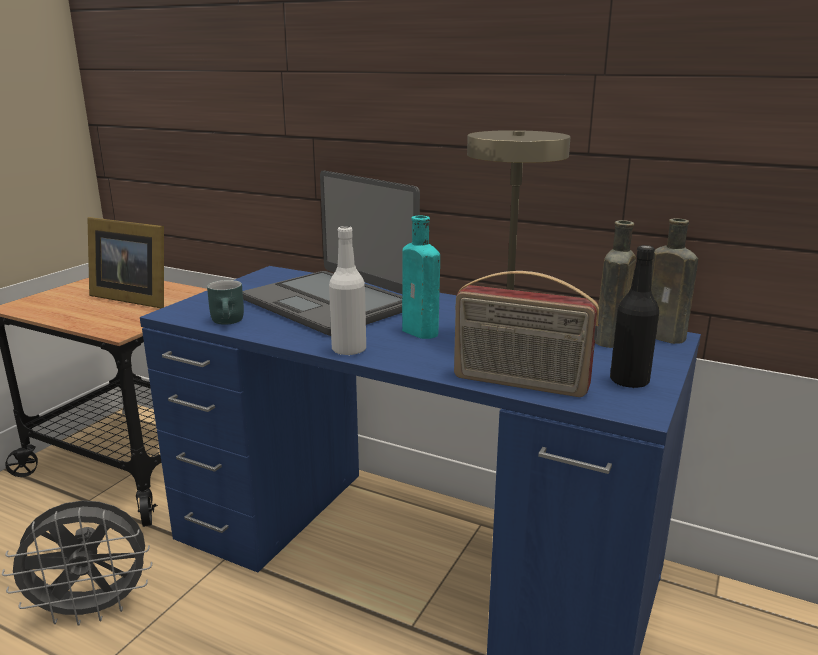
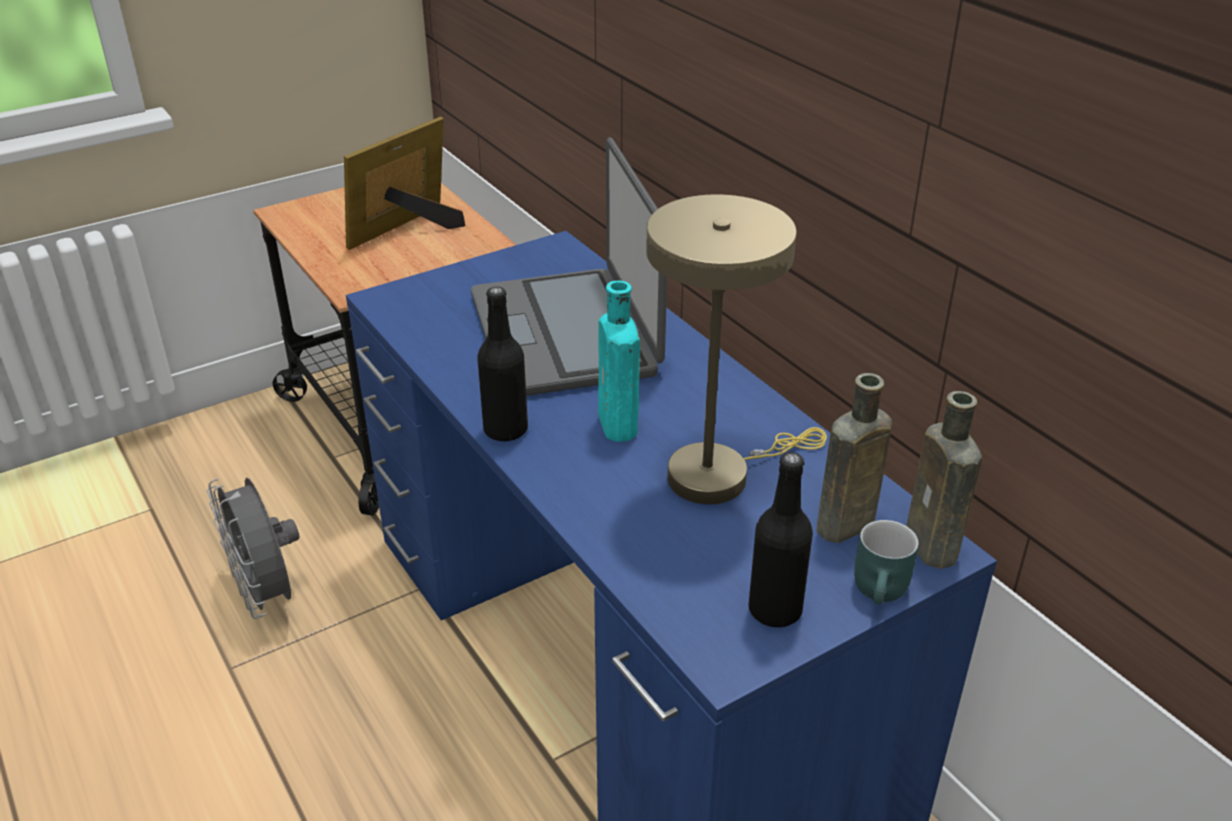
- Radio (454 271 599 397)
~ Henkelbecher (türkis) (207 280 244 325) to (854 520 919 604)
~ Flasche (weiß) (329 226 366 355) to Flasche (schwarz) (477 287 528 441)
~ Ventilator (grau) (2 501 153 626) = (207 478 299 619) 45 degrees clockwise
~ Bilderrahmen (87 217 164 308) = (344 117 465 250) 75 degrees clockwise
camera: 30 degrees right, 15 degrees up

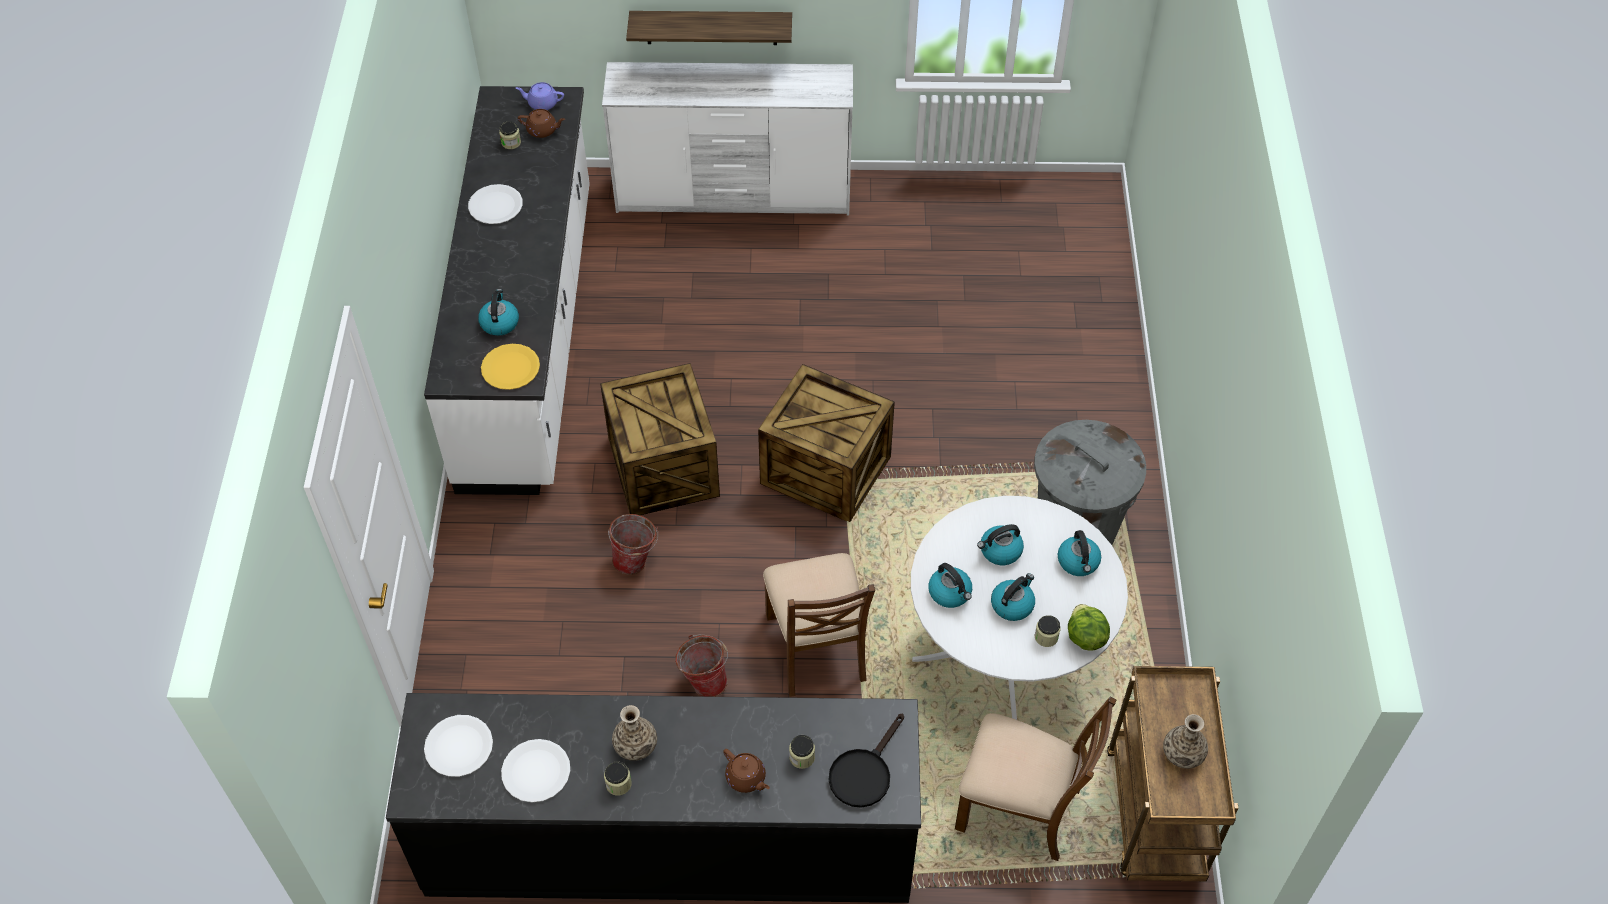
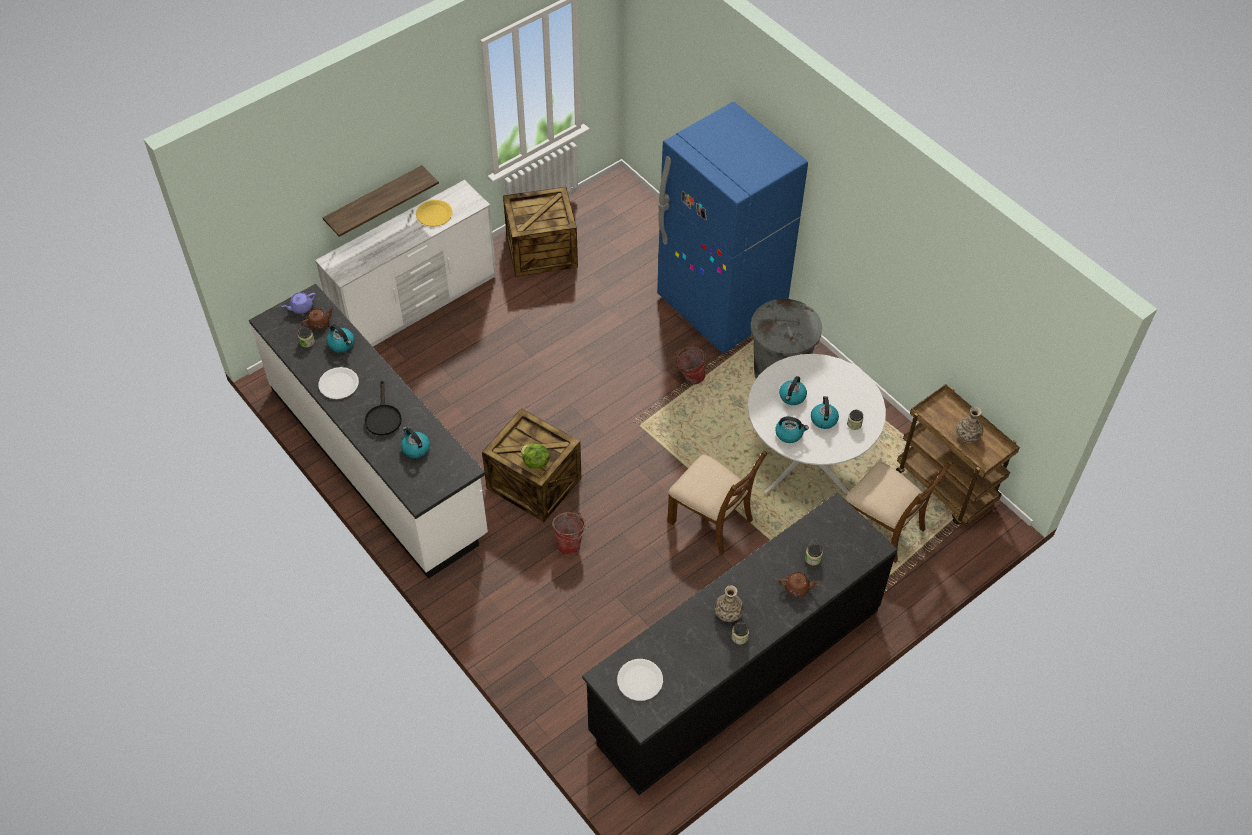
- Teller (weiß) (501 739 570 802)
+ Kühlschrank (blau) (657 102 808 354)
~ Teller (gelb) (481 344 540 390) to (416 200 453 227)
~ Eimer (675 635 728 697) to (675 346 706 385)
~ Kiste (758 364 895 522) to (503 187 578 277)
~ Pfanne (schwarz) (829 713 904 808) to (365 380 402 436)
~ Wasserkessel (1058 530 1101 576) to (327 324 354 353)
~ Salatkopf (1068 604 1110 651) to (520 443 550 469)
~ Stuhl (braun) (955 696 1116 861) = (846 460 953 563) 60 degrees clockwise
camera: 40 degrees left, 0 degrees up

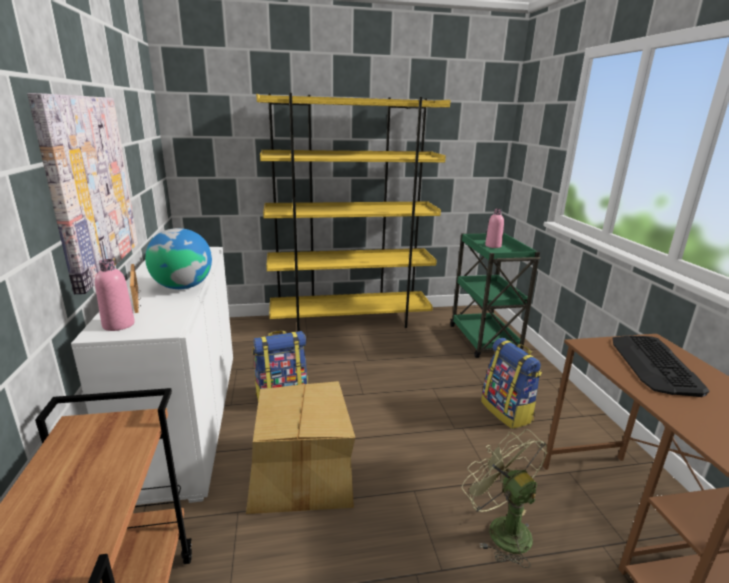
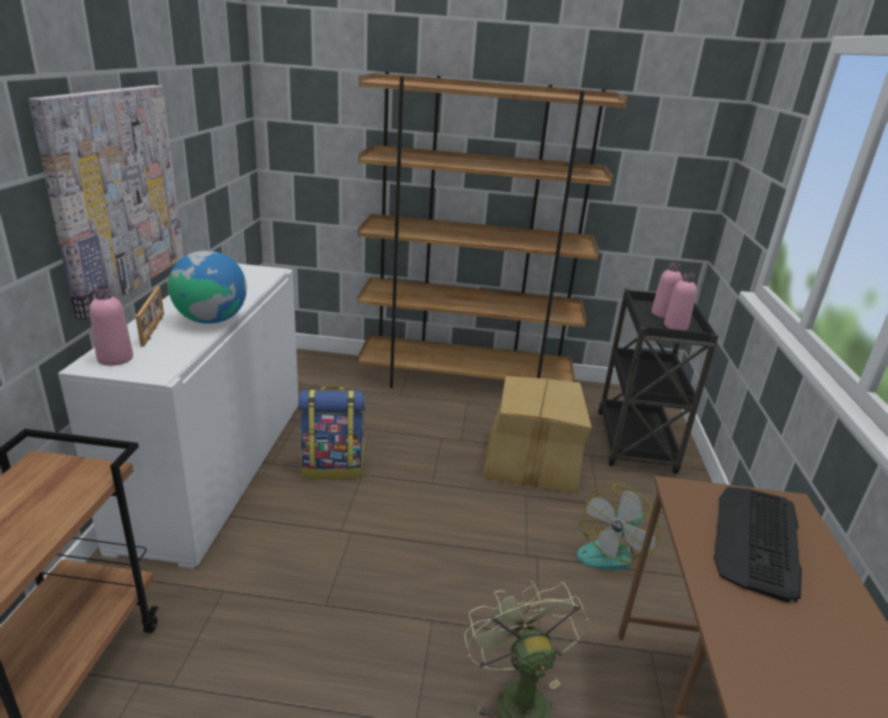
+ Flasche (rosa) (664 272 697 330)
~ Karton (246 381 355 514) to (482 376 592 494)
~ Rucksack (481 338 542 429) to Ventilator (577 484 660 570)
~ Bücherregal (gelb) (256 93 451 332) to Bücherregal (braun) (357 72 628 388)
~ Rollwagen (grün) (450 232 540 358) to Rollwagen (schwarz) (598 288 719 474)
camera: 15 degrees right, 5 degrees up

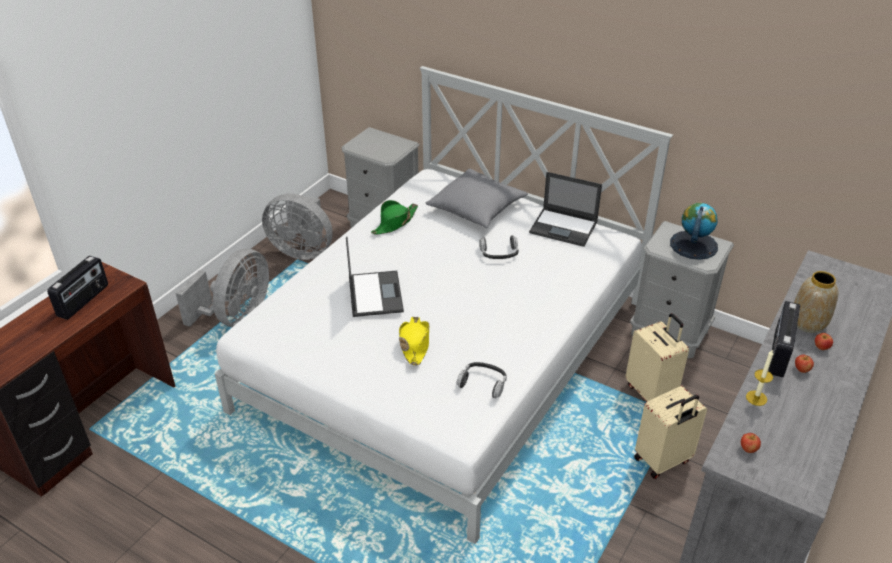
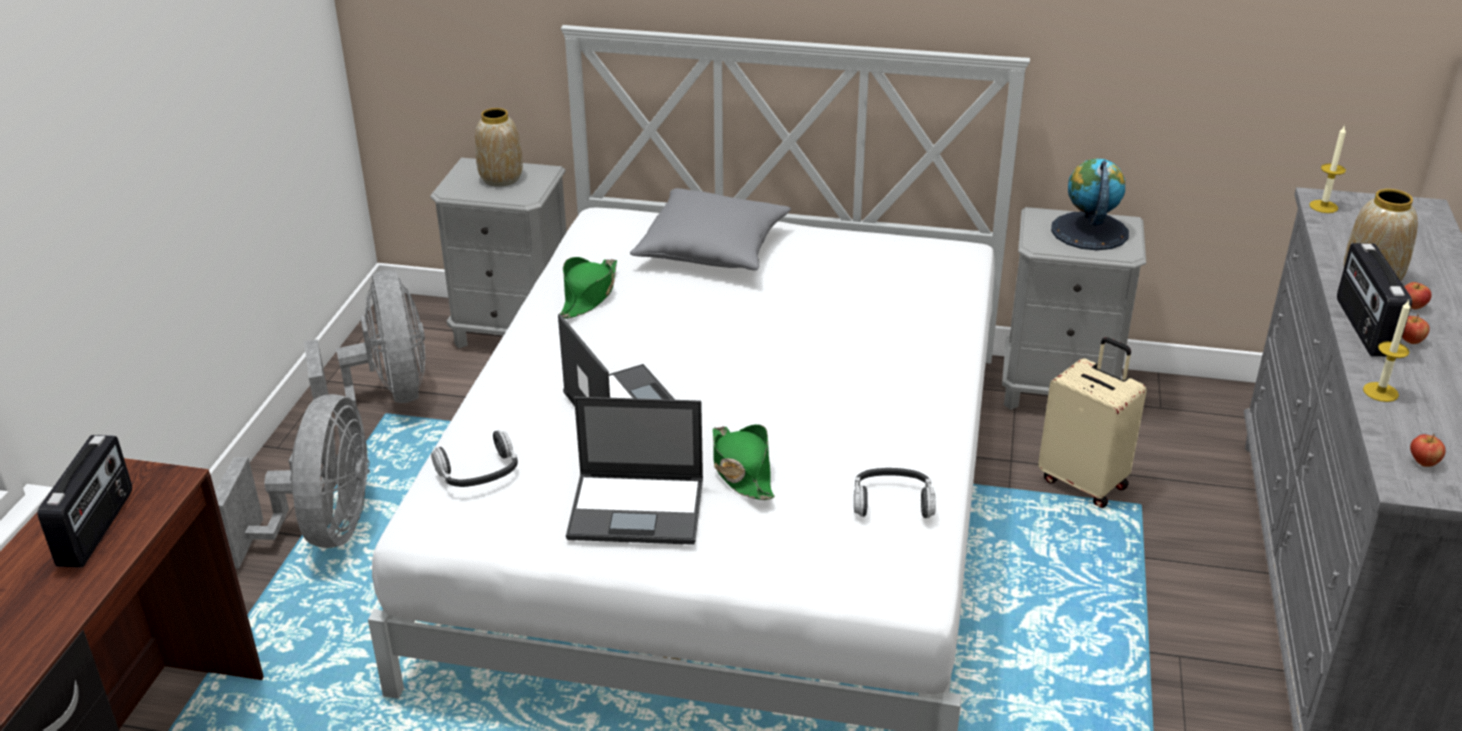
- Koffer (beige) (634 386 707 479)
+ Vase (475 108 523 187)
+ Kerze (1309 125 1346 213)
~ Kopfhörer (479 235 519 259) to (431 430 518 487)
~ Laptop (529 172 602 247) to (566 397 703 545)
~ Hut (gelb) (399 317 429 365) to Hut (grün) (713 424 775 500)
~ Ventilator (grau) (262 193 332 260) = (304 270 425 433) 105 degrees counterclockwise
camera: 20 degrees left, 5 degrees down

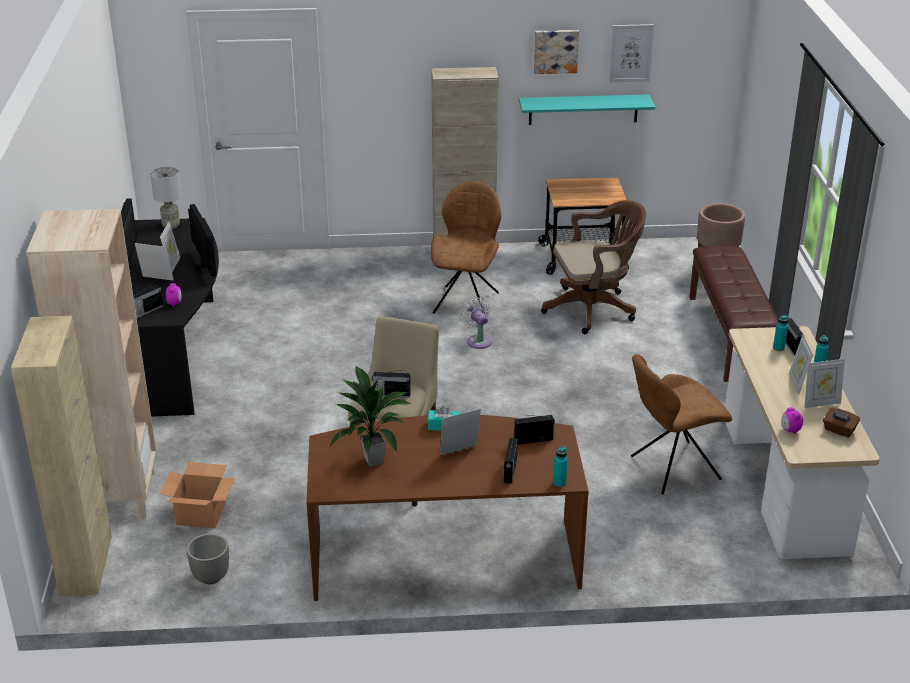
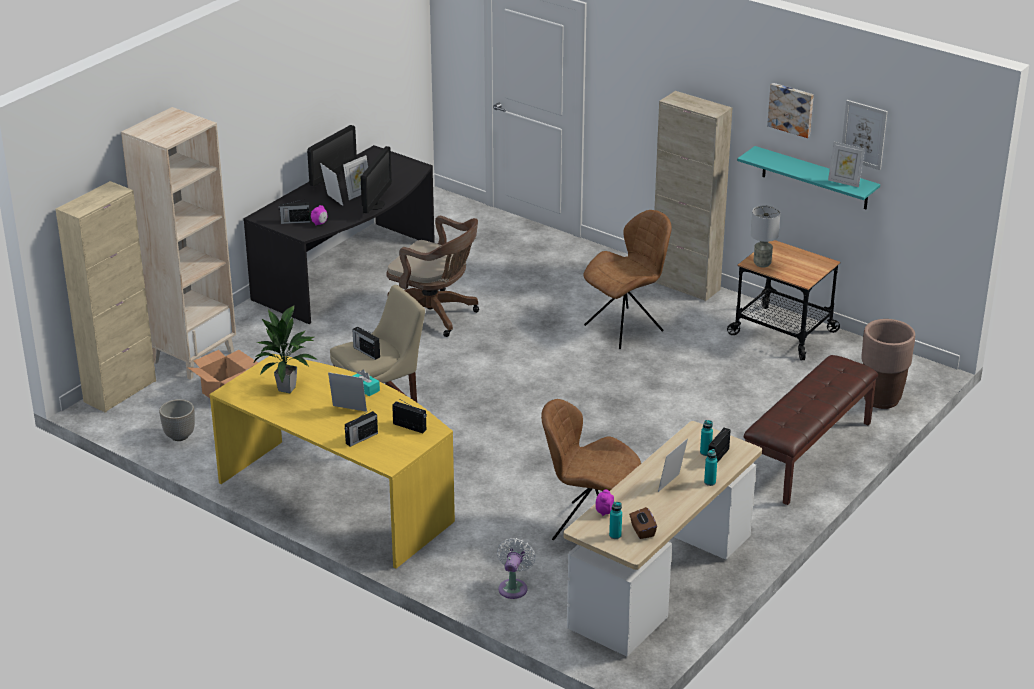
~ Tischlampe (grau) (150 166 181 229) to (751 205 780 268)
~ Ventilator (weiß) (460 298 492 349) to (497 538 536 599)
~ Bürostuhl (braun) (541 200 646 334) to (387 216 479 337)
~ Flasche (türkis) (553 446 567 487) to (609 502 622 539)
~ Bilderrahmen (805 359 845 408) to (828 142 865 187)
~ Schreibtisch (braun) (306 415 589 601) to Schreibtisch (gelb) (209 354 455 569)
camera: 40 degrees right, 0 degrees up

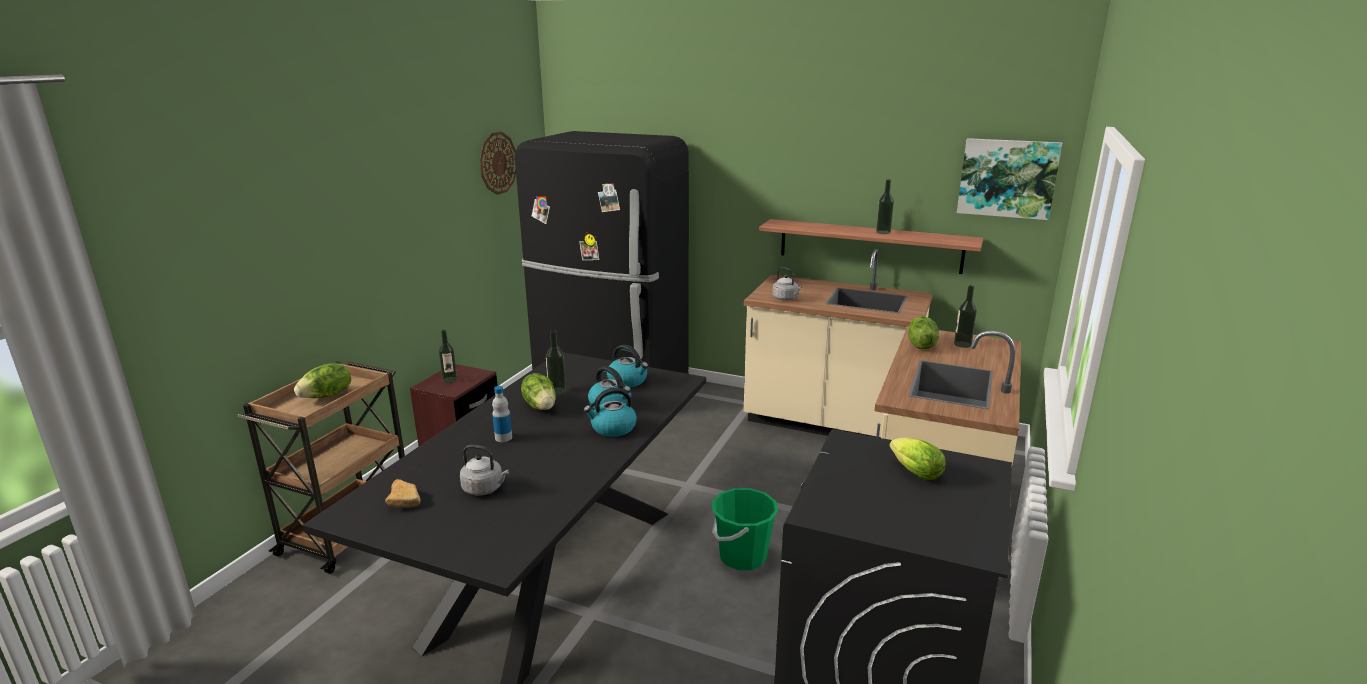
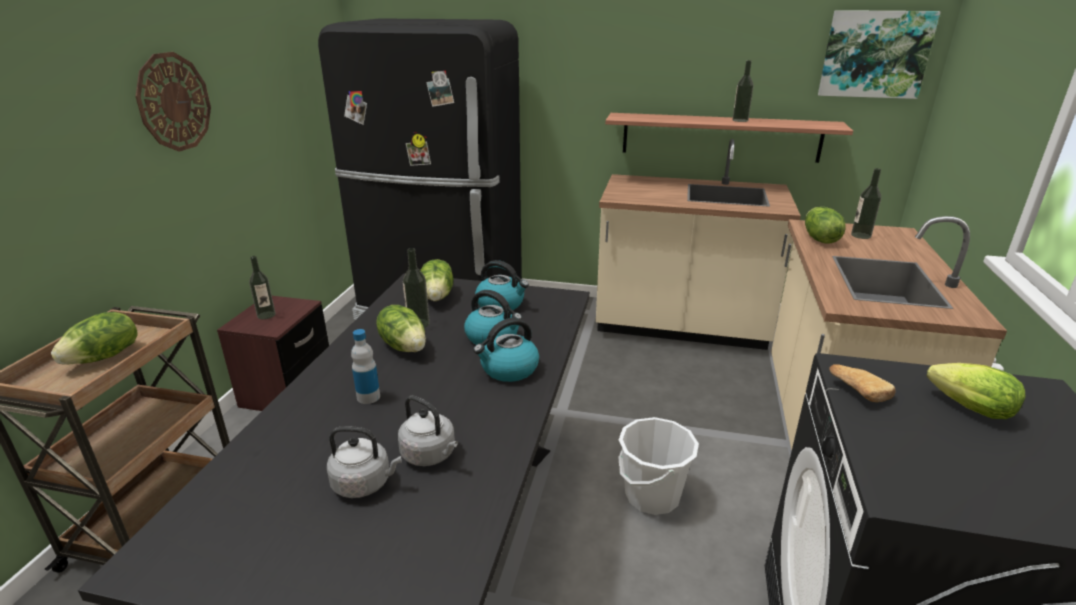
+ Salatkopf (420 259 453 301)
~ Brot (385 479 421 508) to (829 364 896 402)
~ Wanduhr (479 131 516 195) to (135 52 211 152)
~ Wasserkessel (grau) (772 267 802 301) to (398 395 458 466)
~ Eimer (grün) (712 488 778 570) to Eimer (weiß) (619 417 699 515)
camera: 10 degrees left, 5 degrees up

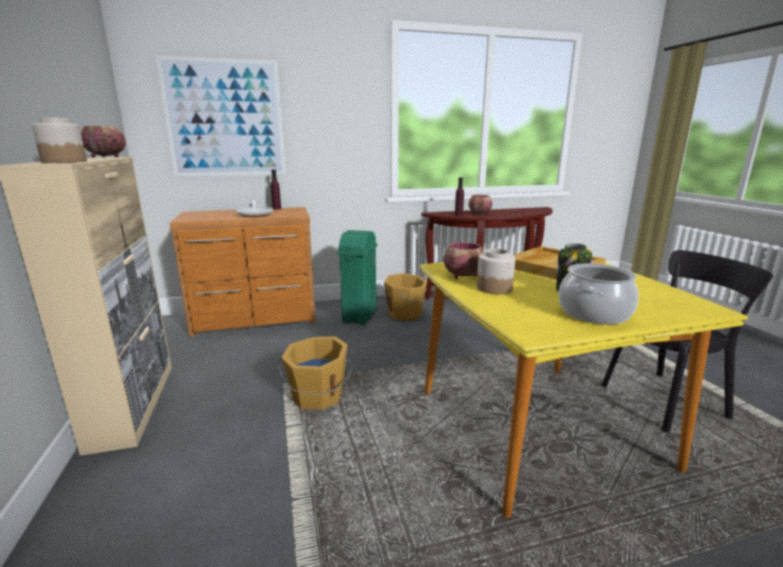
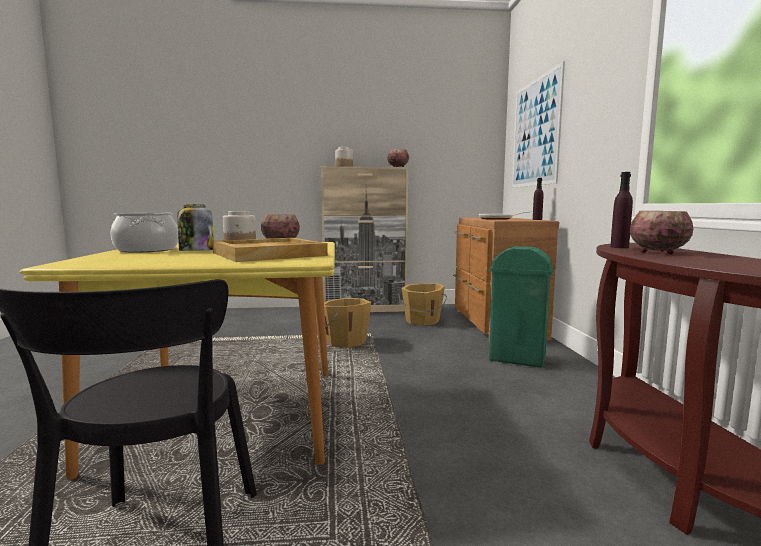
~ Eimer (orange) (384 273 427 321) to (398 283 447 326)
camera: 100 degrees right, 10 degrees down

